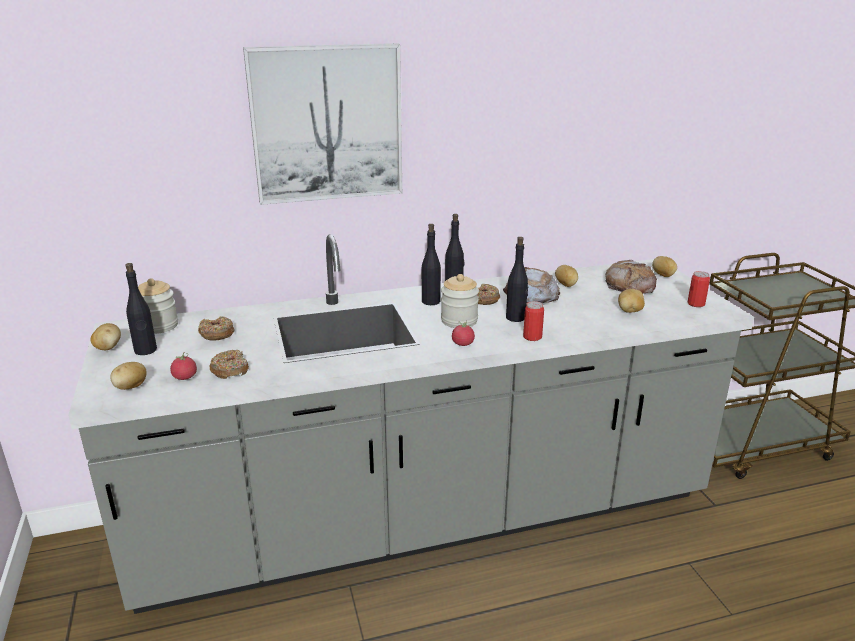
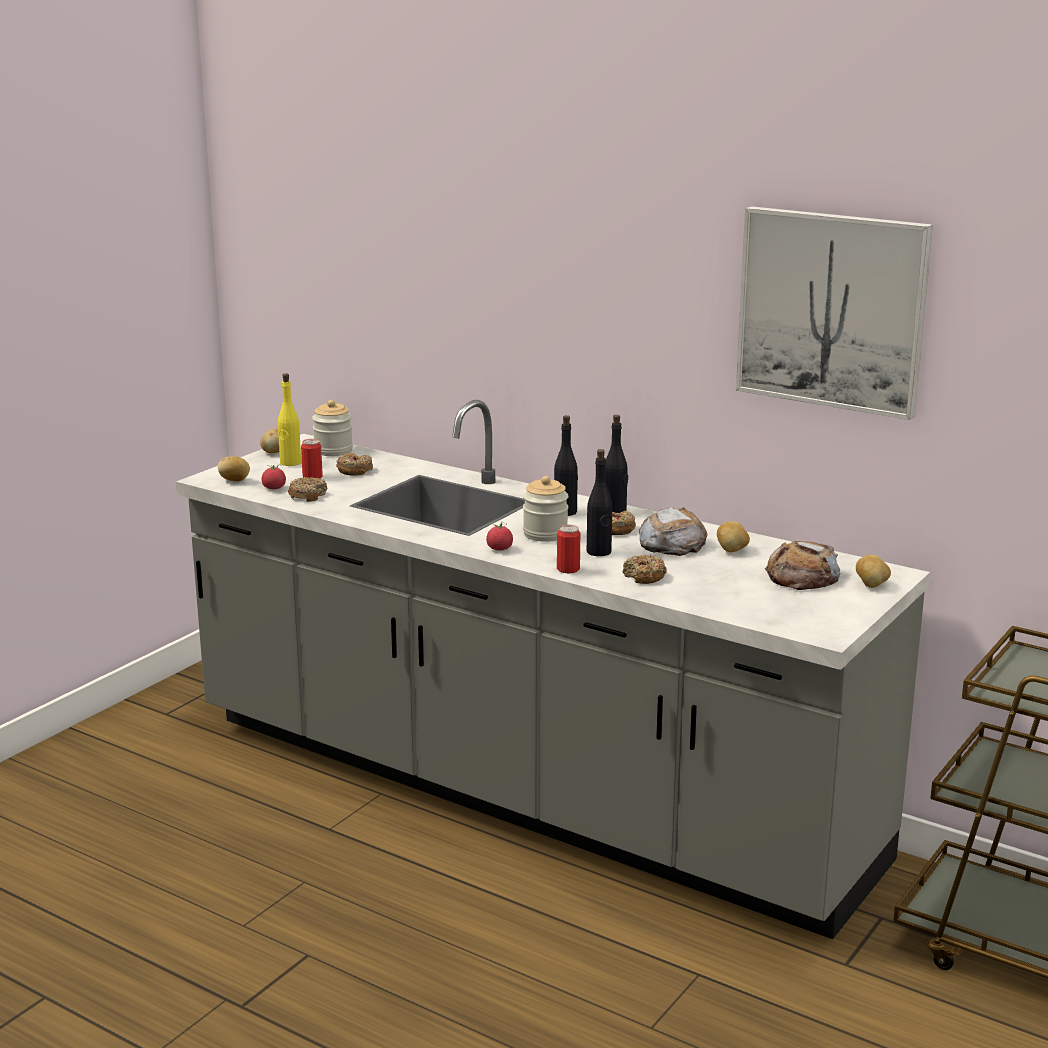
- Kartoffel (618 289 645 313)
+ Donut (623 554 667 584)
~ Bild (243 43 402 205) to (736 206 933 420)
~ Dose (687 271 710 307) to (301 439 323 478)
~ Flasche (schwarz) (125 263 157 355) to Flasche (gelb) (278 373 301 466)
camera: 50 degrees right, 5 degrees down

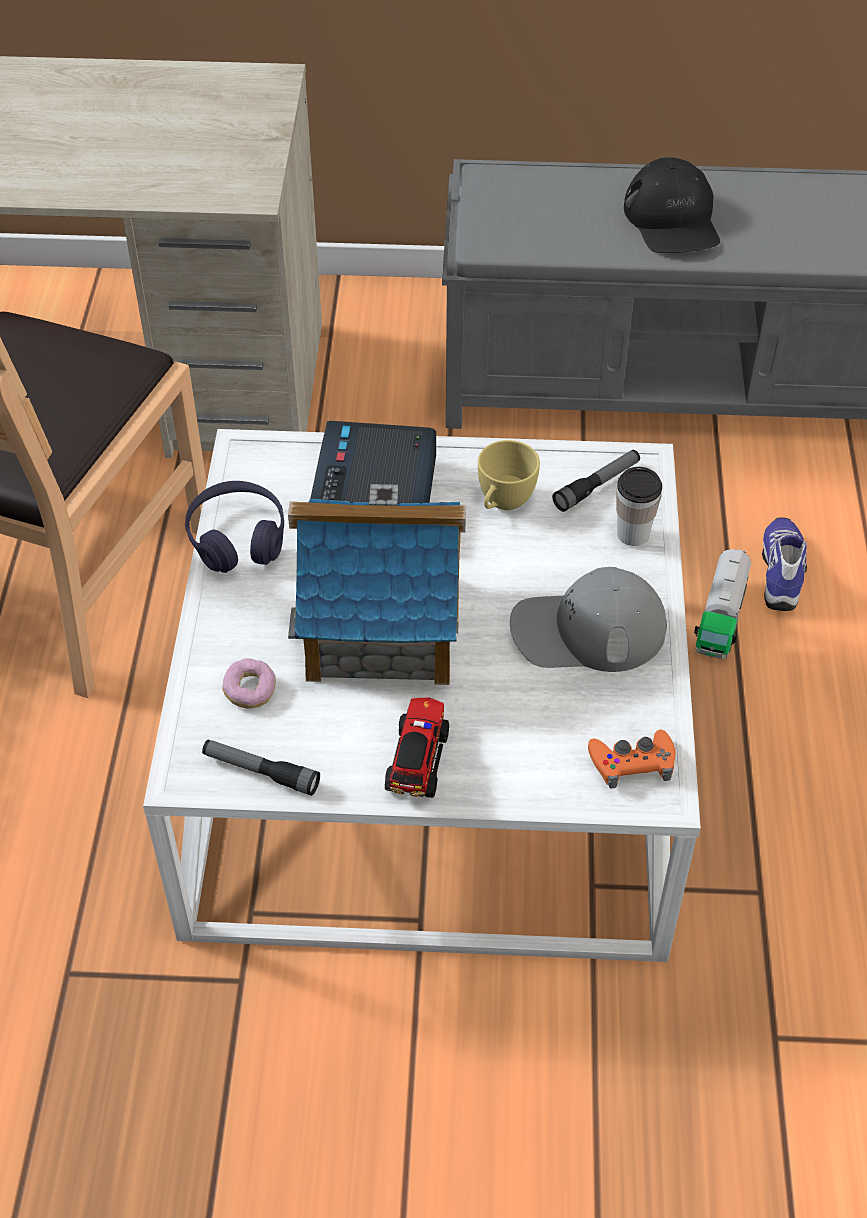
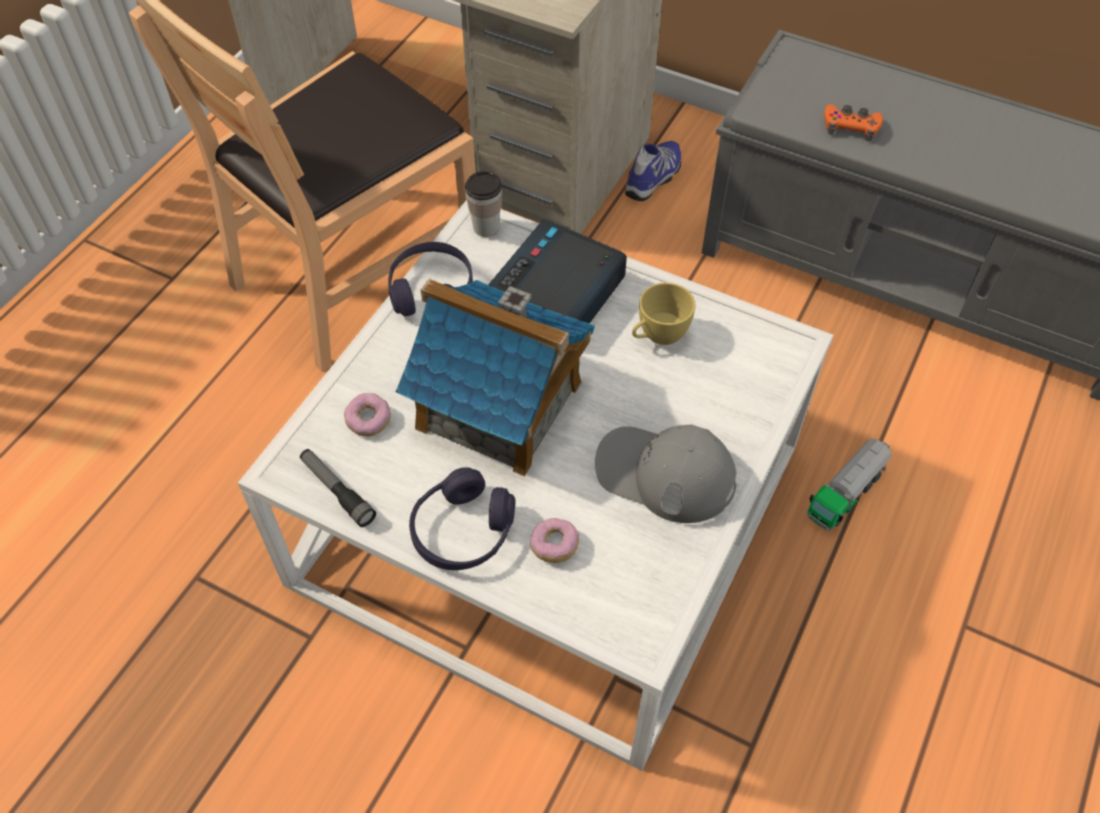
- Taschenlampe (552 450 640 512)
- Kappe (schwarz) (624 157 720 253)
+ Donut (530 518 579 563)
~ Gamepad (orange) (588 730 675 789) to (824 104 883 142)
~ Tasse (616 467 662 546) to (465 171 502 237)
~ Schuh (762 518 807 611) to (625 141 681 201)
~ Spielzeuglaster (385 698 449 798) to Kopfhörer (lila) (409 467 515 570)
camera: 25 degrees right, 5 degrees up

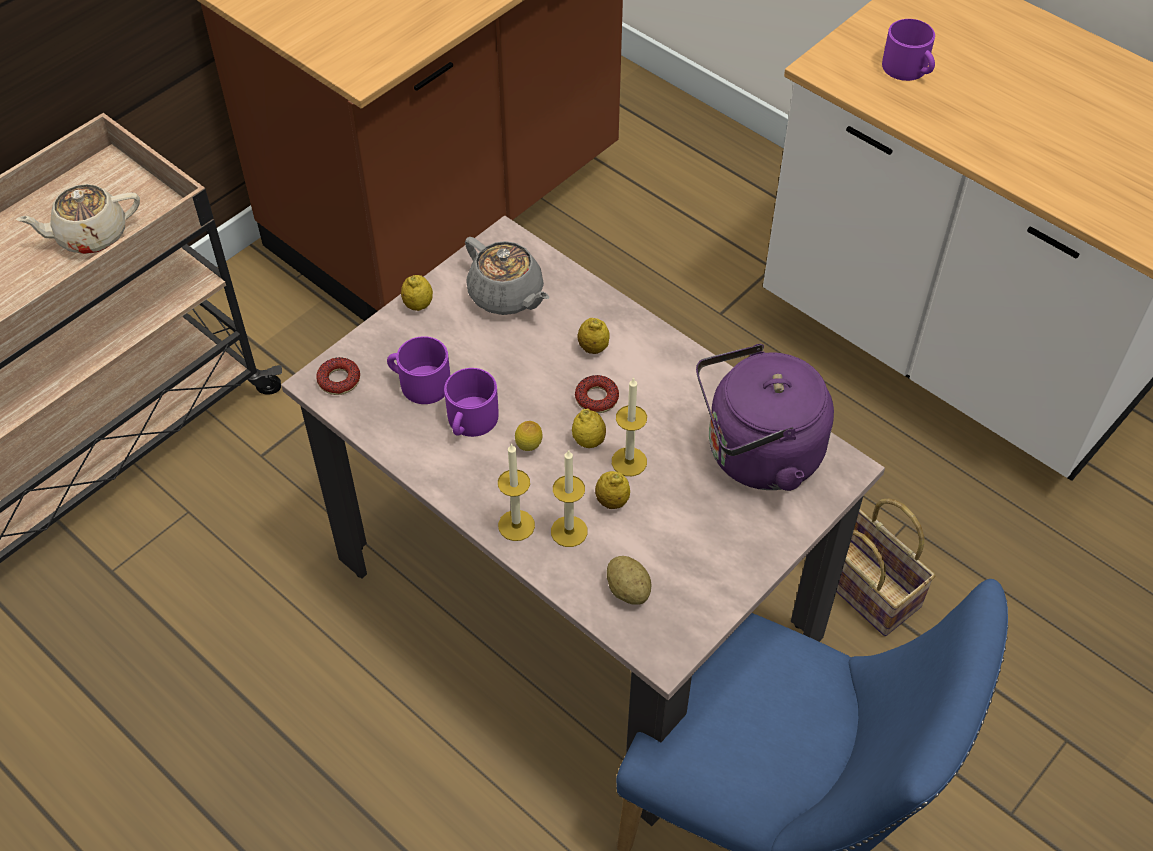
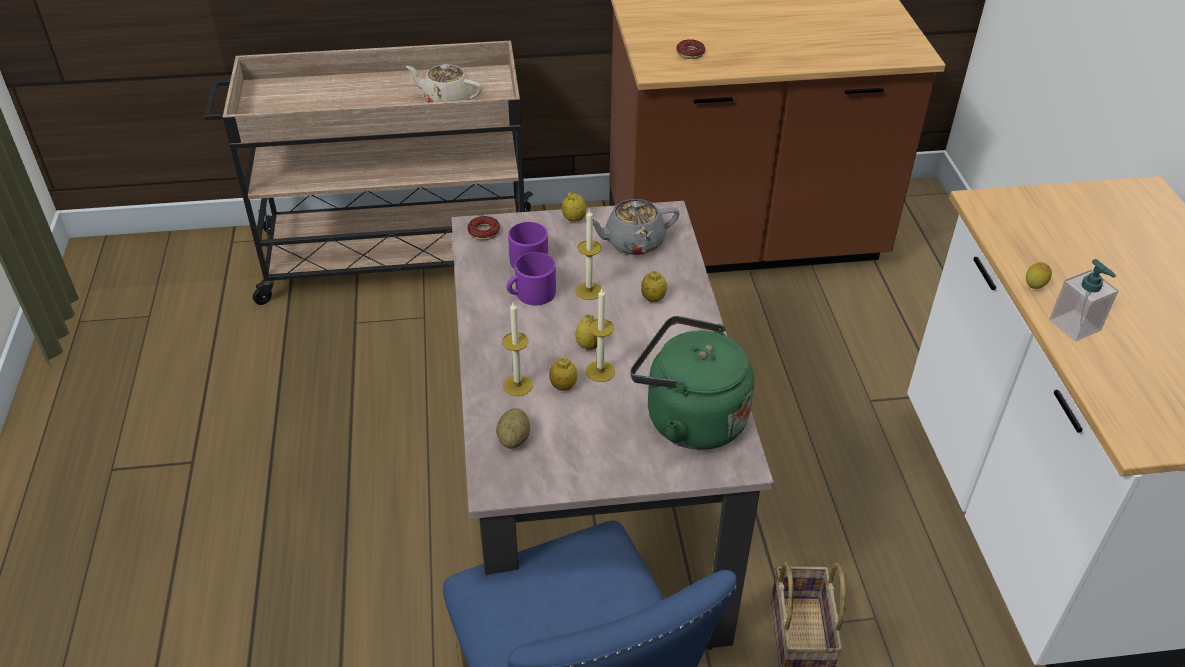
- Henkelbecher (lila) (882 19 935 81)
+ Seifenspender (1049 259 1119 341)
~ Kerze (498 443 535 541) to (576 210 602 300)
~ Zitrone (515 421 543 451) to (1026 262 1052 289)
~ Donut (575 375 619 413) to (676 39 705 59)
~ Wasserkessel (lila) (696 344 834 491) to Wasserkessel (grün) (631 316 754 450)
~ Teekanne (grau) (465 237 549 315) = (586 199 679 255) 75 degrees clockwise
camera: 40 degrees right, 10 degrees down

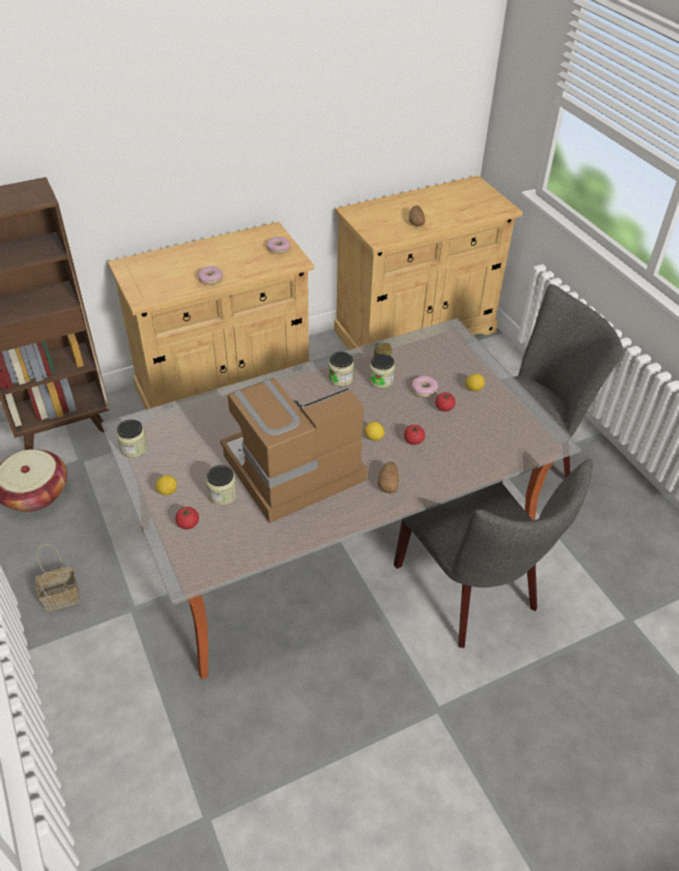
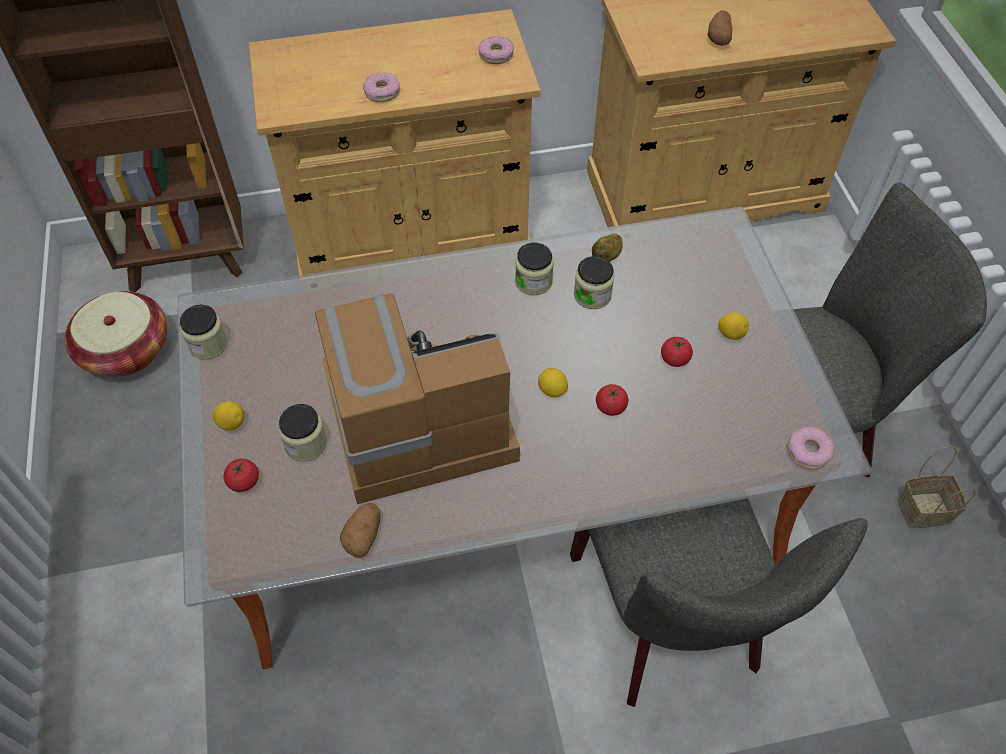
~ Korb (35 544 80 612) to (897 446 976 528)
~ Kartoffel (378 462 399 494) to (340 503 380 558)
~ Donut (411 375 438 397) to (788 427 834 469)
camera: 15 degrees right, 10 degrees up

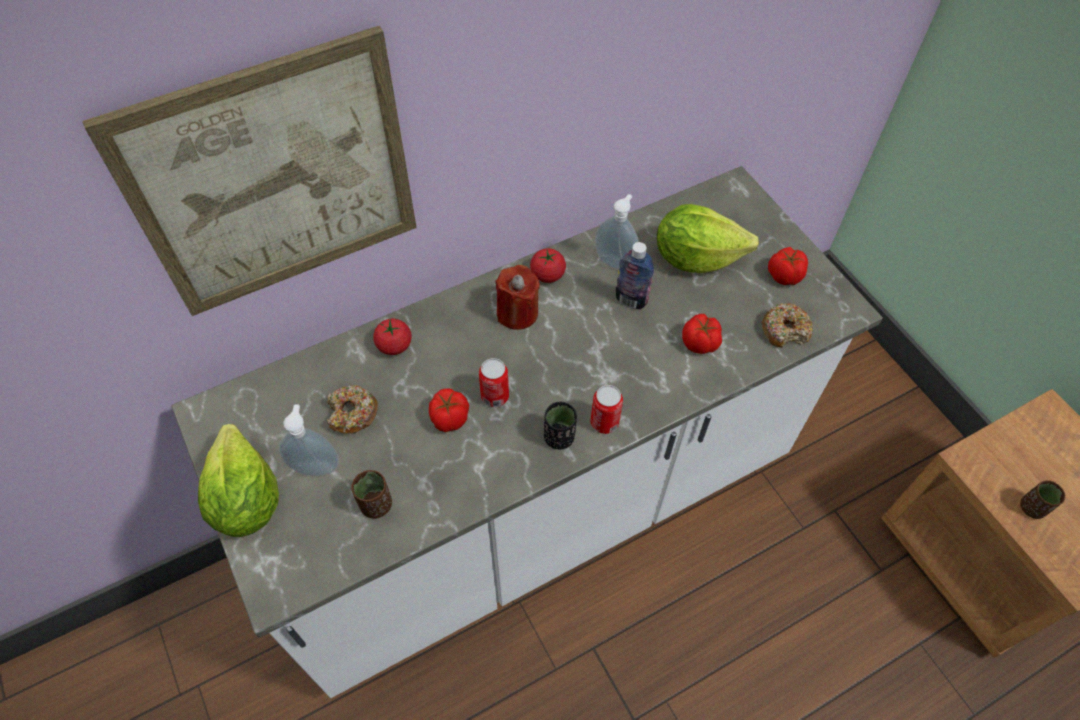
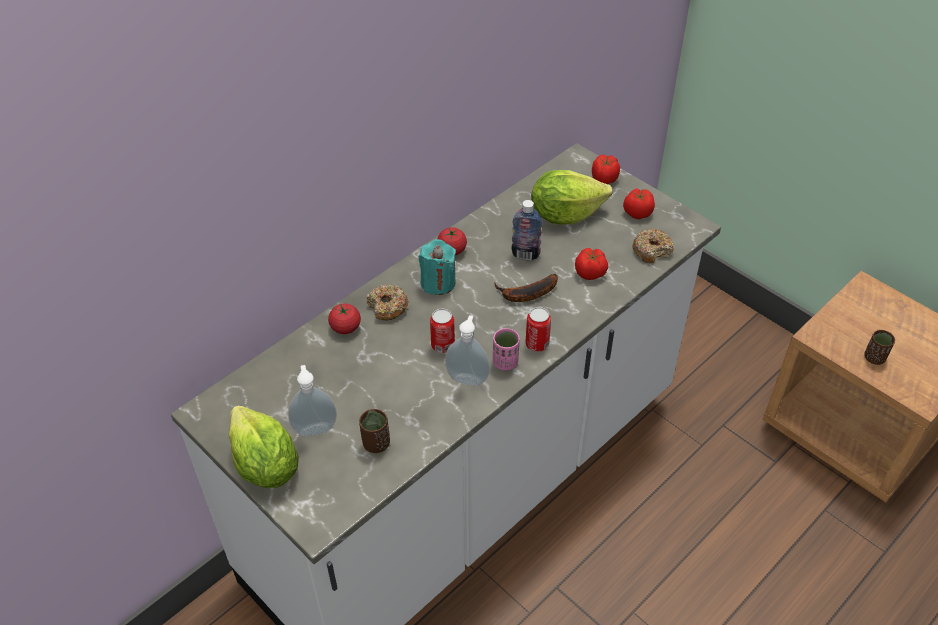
- Bild (82 26 417 316)
+ Banane (494 274 558 302)
~ Donut (327 385 378 434) to (367 284 408 320)
~ Tomate (429 388 469 432) to (592 155 620 184)
~ Seifenspender (595 194 639 269) to (445 315 490 386)
~ Kerze (rot) (495 265 540 330) to Kerze (türkis) (419 239 456 295)
~ Tasse (schwarz) (544 402 577 450) to Tasse (rosa) (493 328 520 370)
camera: 15 degrees left, 10 degrees down

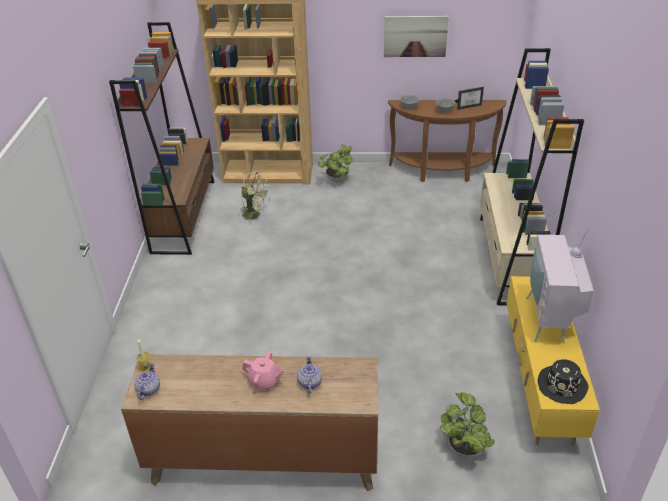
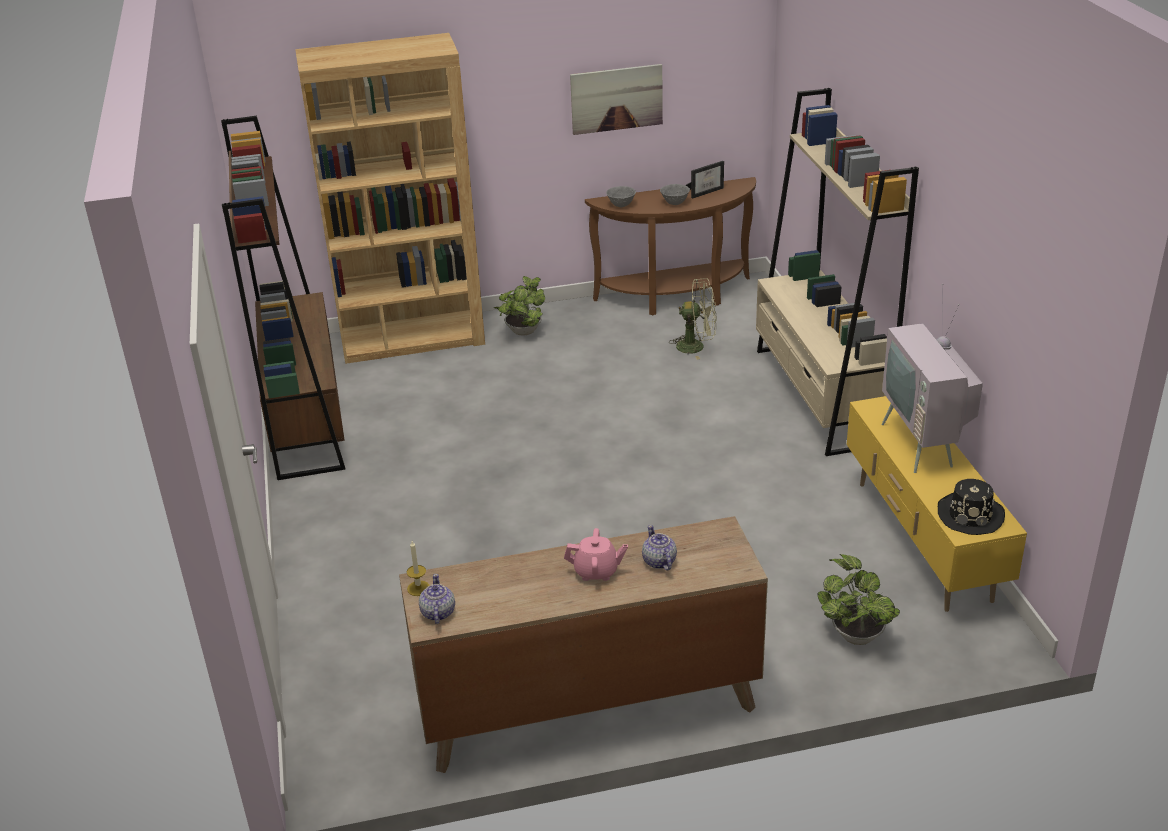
~ Ventilator (grün) (241 171 271 225) to (669 278 717 360)
camera: 15 degrees left, 5 degrees down

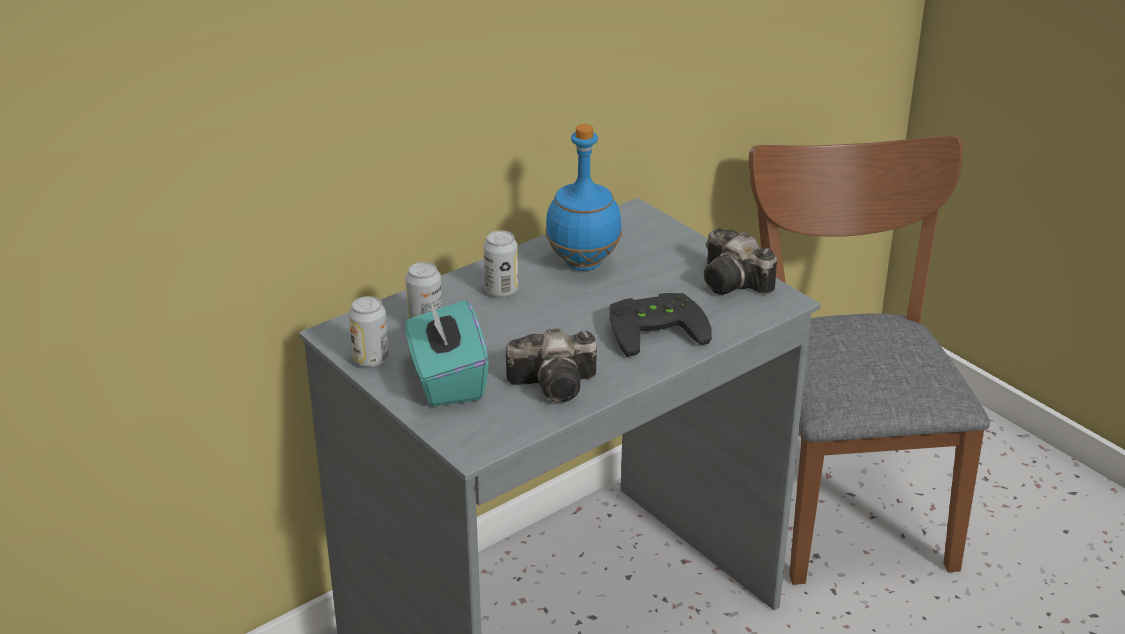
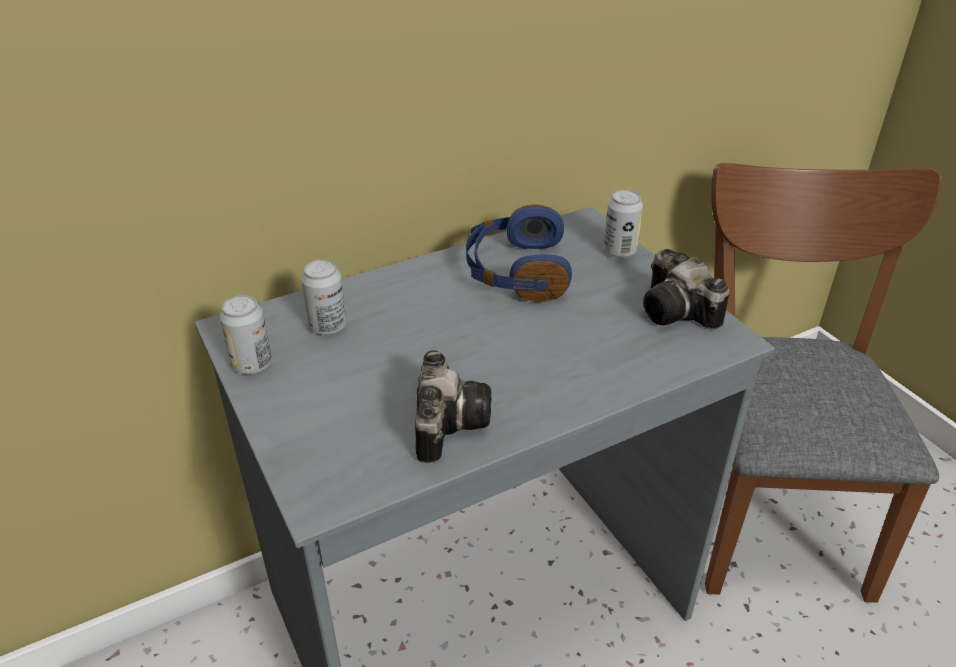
- Taschentuchbox (türkis) (405 298 489 407)
- Gamepad (schwarz) (609 293 712 357)
~ Dose (483 230 518 297) to (604 189 643 258)
~ Flasche (blau) (545 124 622 271) to Kopfhörer (blau) (466 205 572 302)
~ Kamera (506 328 597 403) = (415 350 491 463) 90 degrees counterclockwise
camera: 10 degrees right, 5 degrees up

